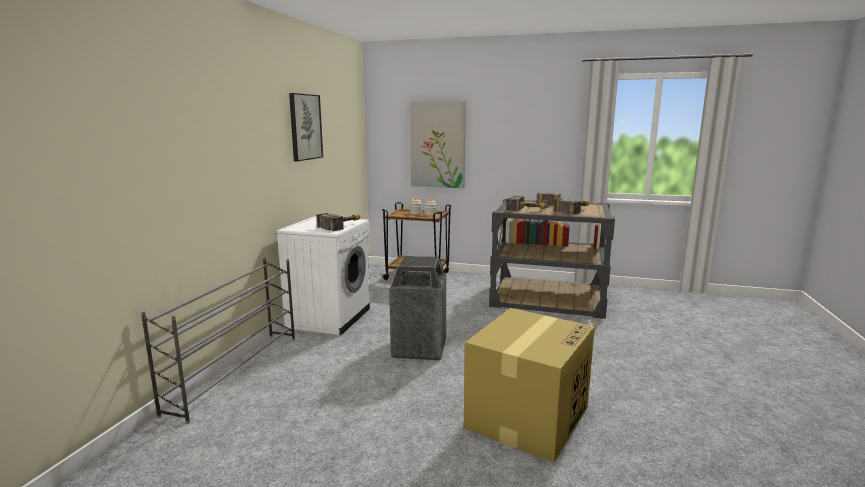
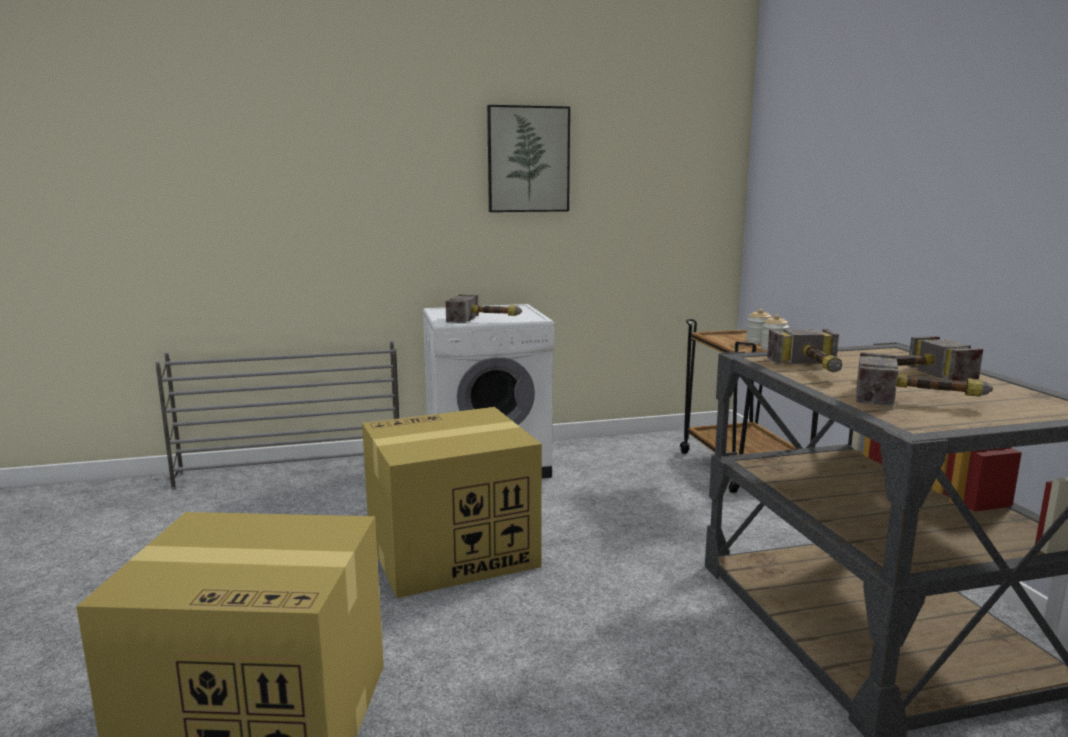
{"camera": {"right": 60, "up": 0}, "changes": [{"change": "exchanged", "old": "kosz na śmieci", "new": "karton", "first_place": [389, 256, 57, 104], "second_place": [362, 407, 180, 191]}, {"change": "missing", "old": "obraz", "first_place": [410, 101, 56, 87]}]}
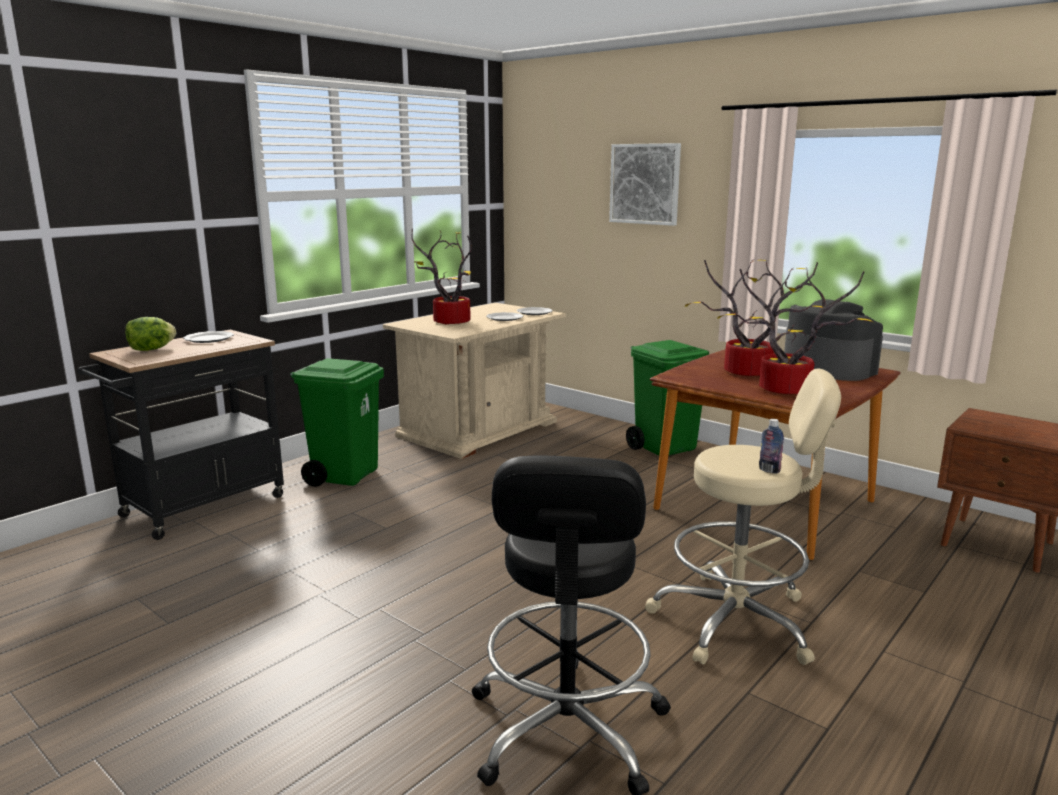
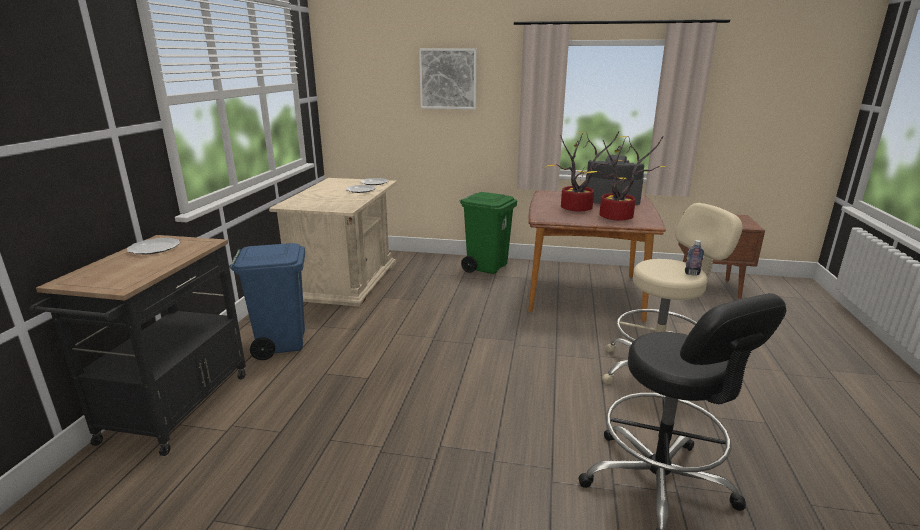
{"camera": {"right": -30, "up": 5}, "changes": [{"change": "colour", "old": "kosz na śmieci [zielony]", "new": "kosz na śmieci [niebieski]", "first_place": [290, 358, 94, 129], "second_place": [229, 243, 76, 117]}, {"change": "missing", "old": "sałata", "first_place": [125, 317, 51, 34]}, {"change": "missing", "old": "roślina doniczkowa", "first_place": [411, 229, 61, 96]}]}
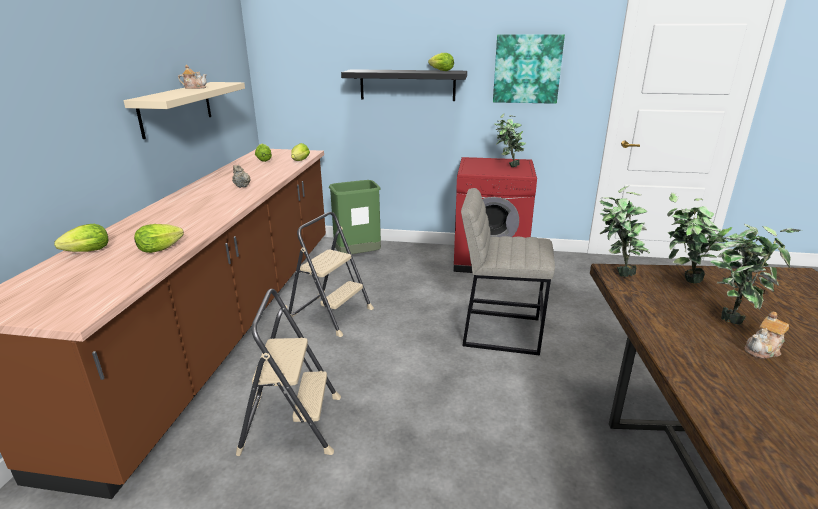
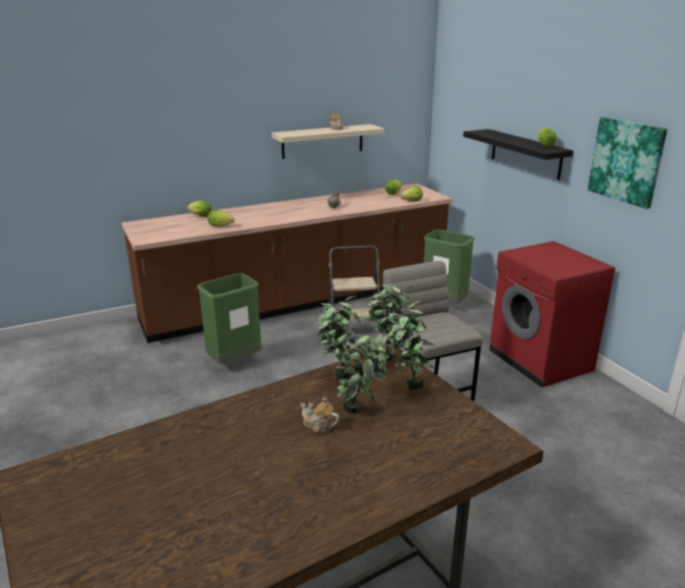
{"camera": {"right": 55, "up": 0}, "changes": [{"change": "exchanged", "old": "drabinka [beżowy]", "new": "kosz na śmieci [zielony]", "first_place": [236, 289, 105, 167], "second_place": [197, 273, 64, 91]}, {"change": "relocated", "old": "roślina doniczkowa", "first_place": [494, 113, 32, 54], "second_place": [316, 295, 45, 86]}]}
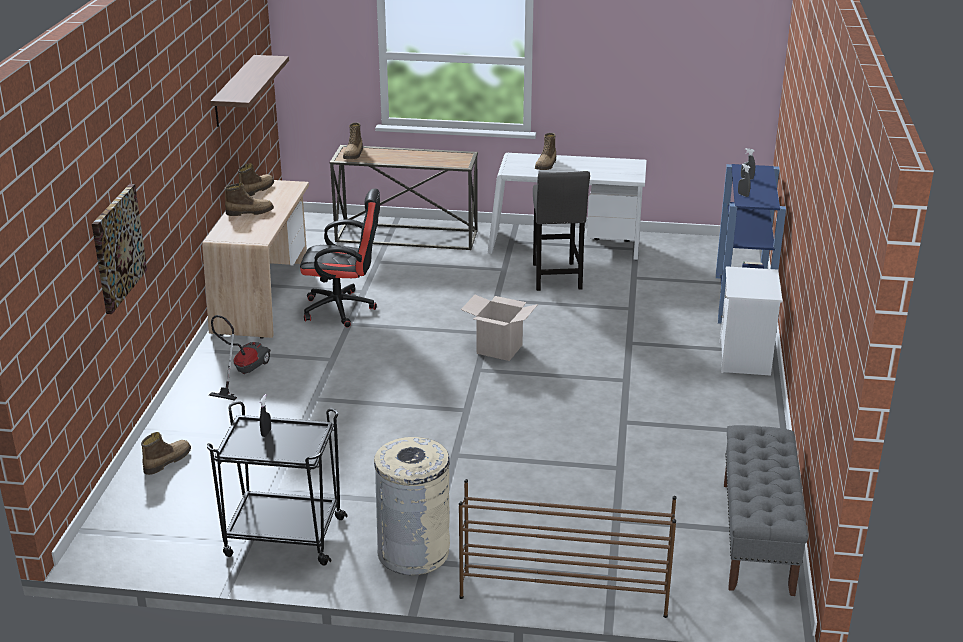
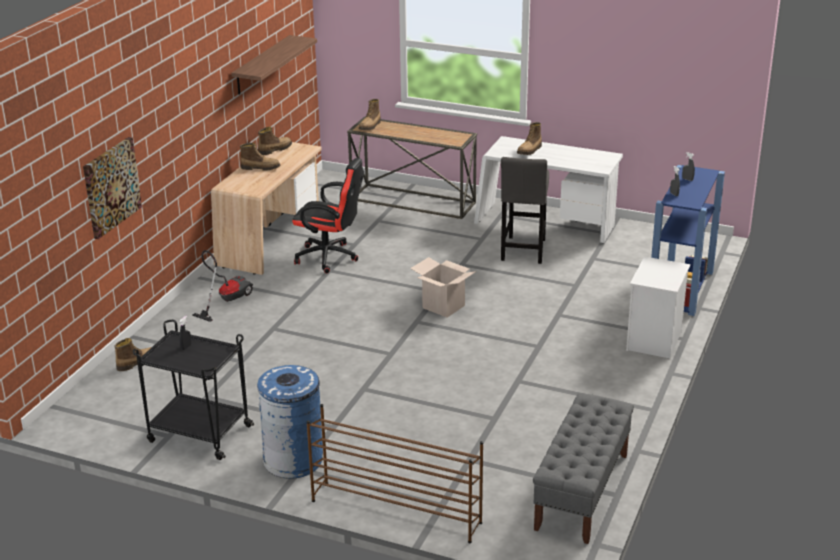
{"camera": {"right": 15, "up": 0}, "changes": [{"change": "colour", "old": "kosz na śmieci [beżowy]", "new": "kosz na śmieci [niebieski]", "first_place": [374, 437, 76, 138], "second_place": [257, 365, 66, 114]}]}
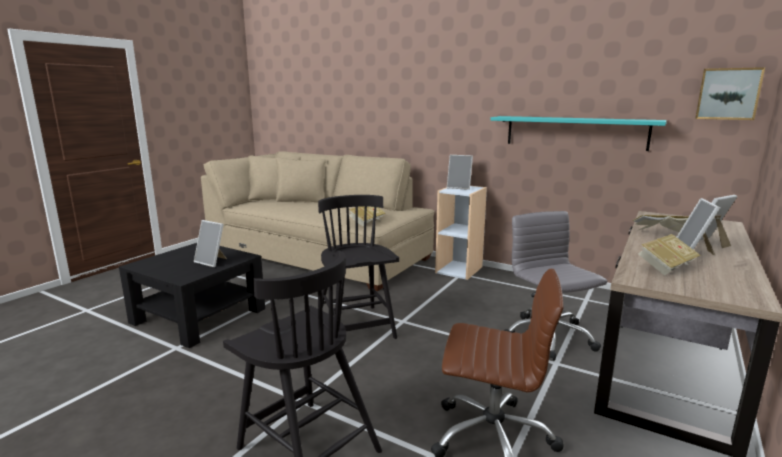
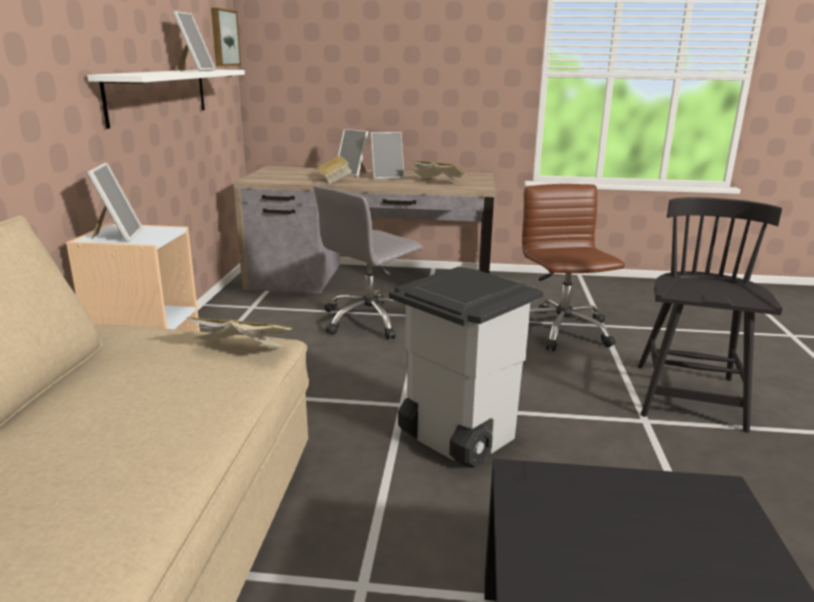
{"camera": {"right": -115, "up": 5}, "changes": [{"change": "colour", "old": "półka [turkusowy]", "new": "półka [biały]", "first_place": [490, 116, 177, 35], "second_place": [87, 69, 158, 60]}, {"change": "relocated", "old": "ramka na zdjęcie", "first_place": [194, 220, 33, 47], "second_place": [173, 11, 43, 60]}, {"change": "exchanged", "old": "krzesło [czarny]", "new": "kosz na śmieci [szary]", "first_place": [318, 195, 81, 144], "second_place": [389, 267, 154, 201]}]}
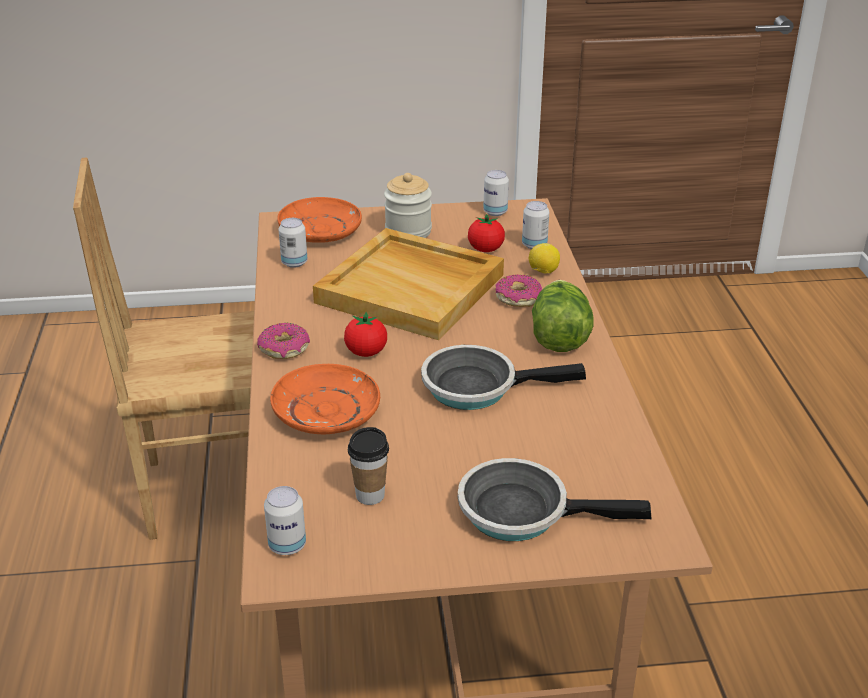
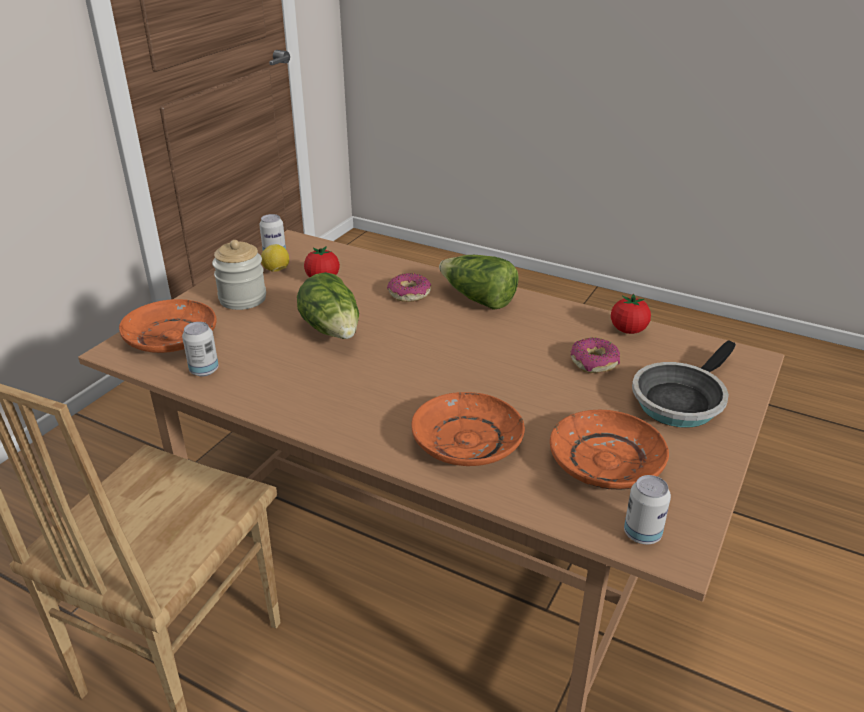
{"camera": {"right": -55, "up": 0}, "changes": [{"change": "relocated", "old": "cytryna", "first_place": [529, 243, 31, 31], "second_place": [261, 244, 28, 28]}, {"change": "exchanged", "old": "taca [beżowy]", "new": "sałata", "first_place": [313, 228, 191, 112], "second_place": [297, 272, 62, 67]}, {"change": "exchanged", "old": "filiżanka", "new": "talerz [pomarańczowy]", "first_place": [348, 427, 41, 78], "second_place": [550, 410, 119, 80]}, {"change": "relocated", "old": "donut", "first_place": [257, 323, 53, 36], "second_place": [571, 338, 49, 35]}, {"change": "relocated", "old": "pomidor", "first_place": [344, 312, 43, 45], "second_place": [611, 294, 40, 40]}, {"change": "missing", "old": "patelnia", "first_place": [421, 345, 165, 65]}, {"change": "missing", "old": "puszka", "first_place": [522, 201, 27, 48]}]}
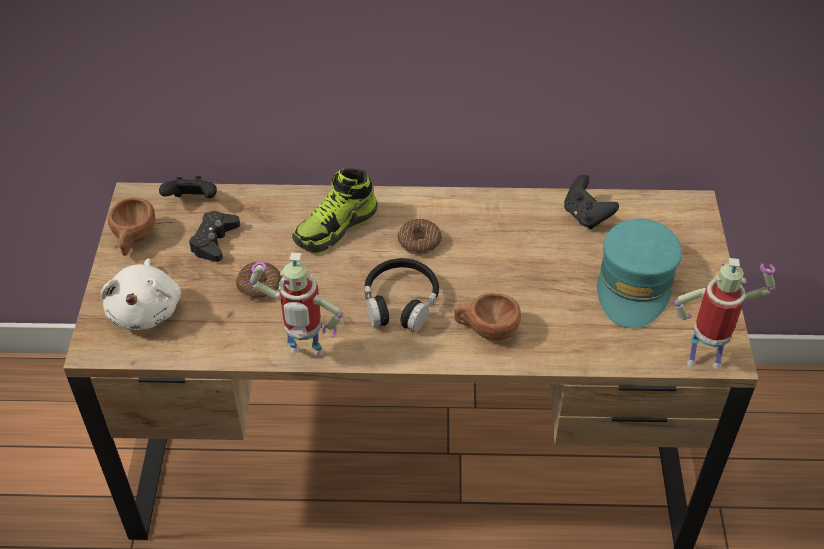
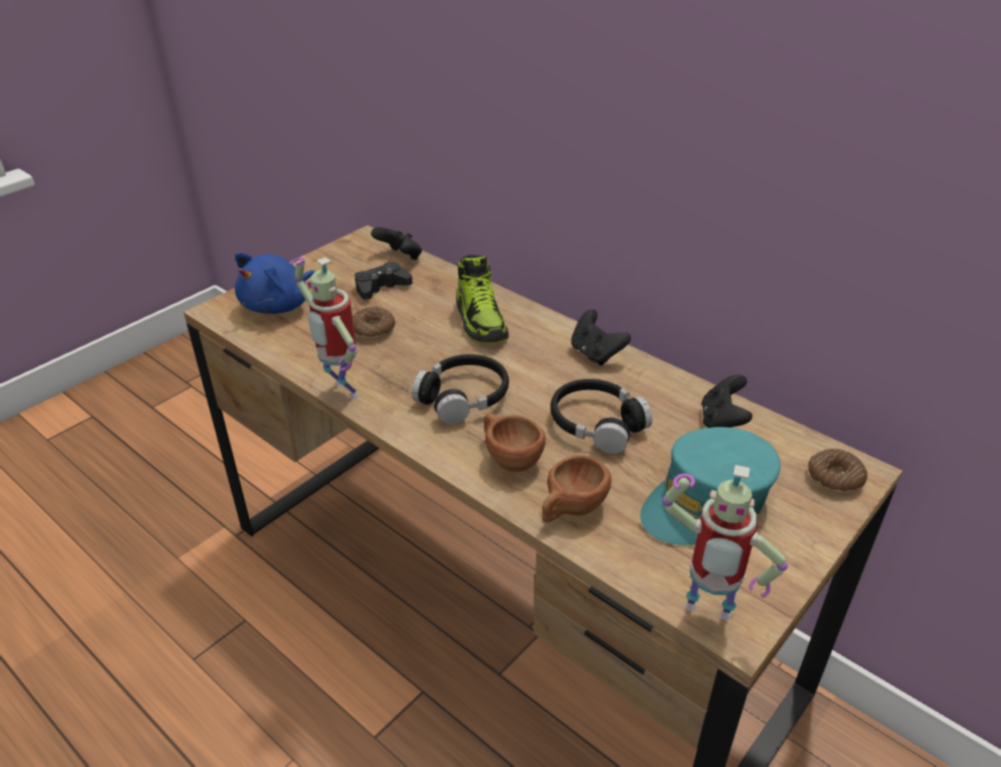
{"camera": {"right": 40, "up": -10}, "changes": [{"change": "colour", "old": "pluszak [biały]", "new": "pluszak [niebieski]", "first_place": [101, 258, 80, 72], "second_place": [235, 252, 81, 62]}, {"change": "spun", "old": "but", "first_place": [292, 168, 86, 86], "second_place": [456, 255, 53, 88], "degrees": -105}, {"change": "relocated", "old": "filiżanka [brązowy]", "first_place": [108, 198, 47, 58], "second_place": [542, 455, 70, 68]}, {"change": "appeared", "new": "słuchawki [czarny]", "second_place": [550, 379, 102, 75]}, {"change": "appeared", "new": "pad do gier [czarny]", "second_place": [571, 309, 60, 57]}, {"change": "spun", "old": "robot zabawkowy", "first_place": [674, 258, 102, 111], "second_place": [662, 465, 126, 155], "degrees": 150}, {"change": "relocated", "old": "donut", "first_place": [398, 219, 44, 36], "second_place": [808, 449, 59, 45]}]}
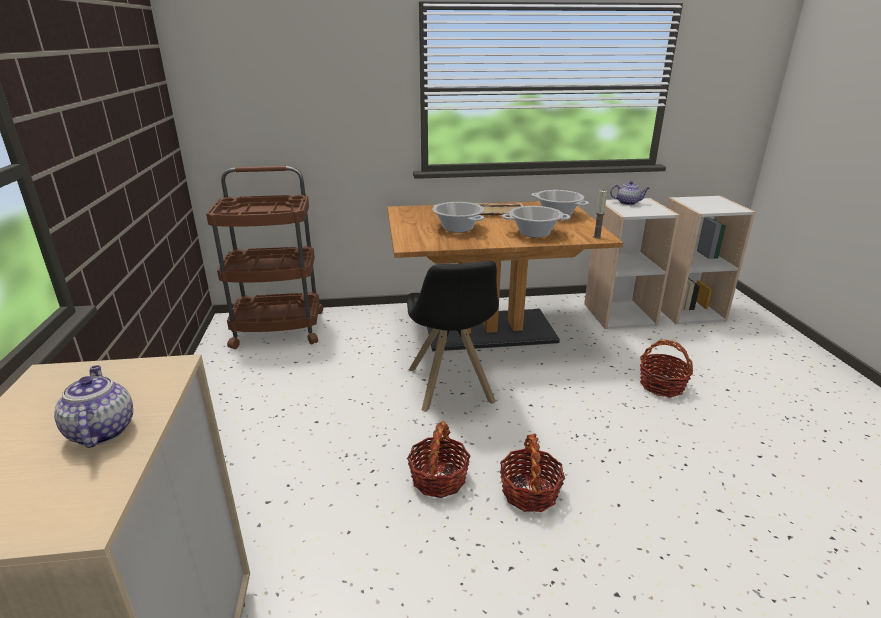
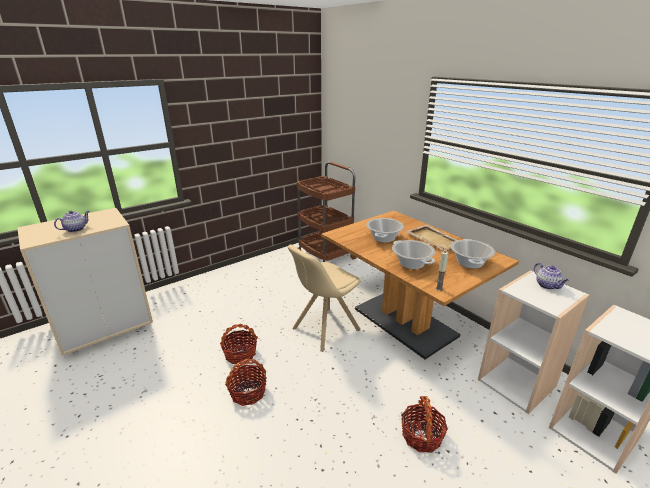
{"camera": {"right": 60, "up": 0}, "changes": [{"change": "colour", "old": "krzesło [czarny]", "new": "krzesło [beżowy]", "first_place": [407, 260, 92, 152], "second_place": [288, 244, 73, 108]}]}
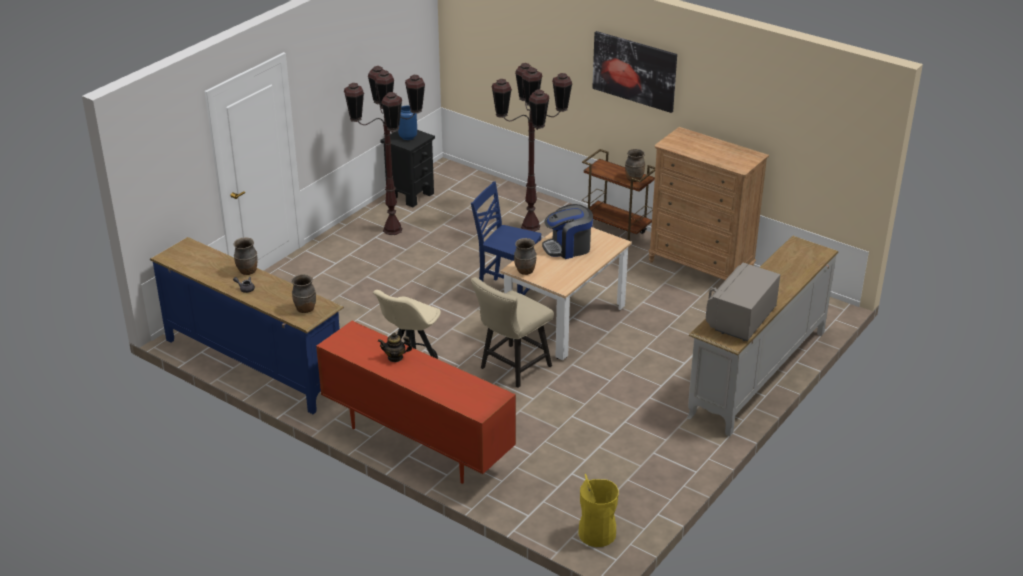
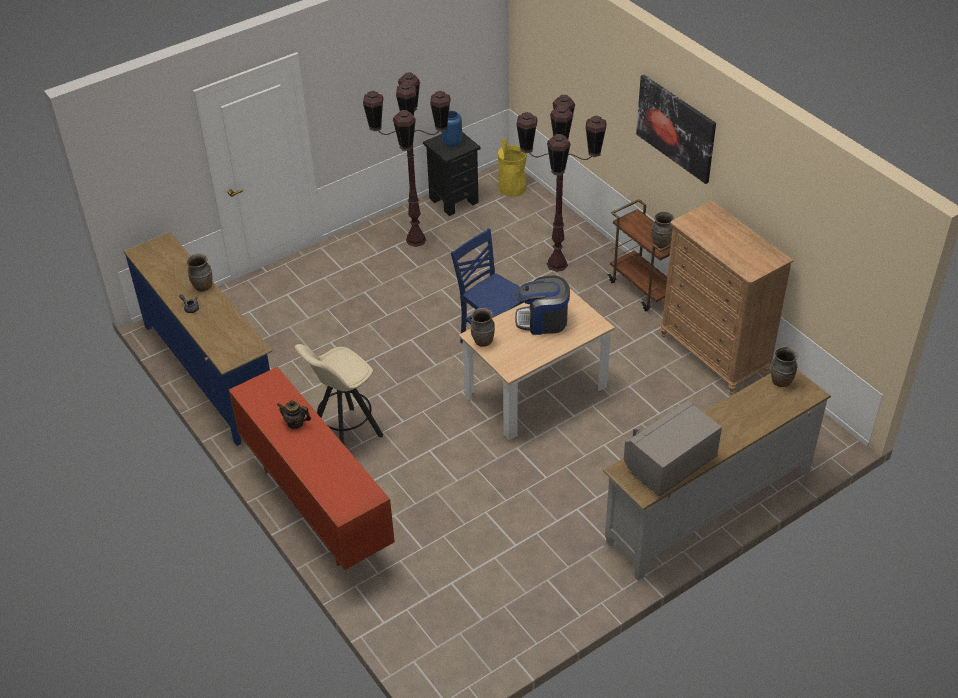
{"camera": {"right": 20, "up": 10}, "changes": [{"change": "relocated", "old": "kosz na śmieci [żółty]", "first_place": [578, 474, 41, 73], "second_place": [498, 138, 29, 59]}, {"change": "relocated", "old": "wazon [brązowy]", "first_place": [291, 274, 25, 39], "second_place": [770, 346, 28, 41]}, {"change": "missing", "old": "krzesło [beżowy]", "first_place": [471, 277, 83, 111]}]}
